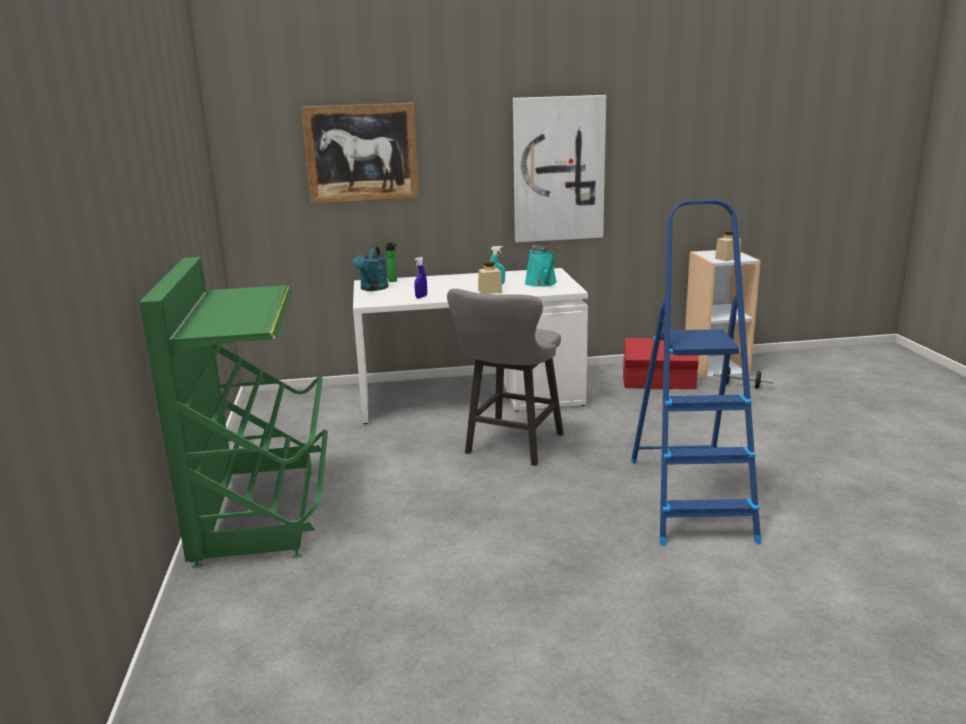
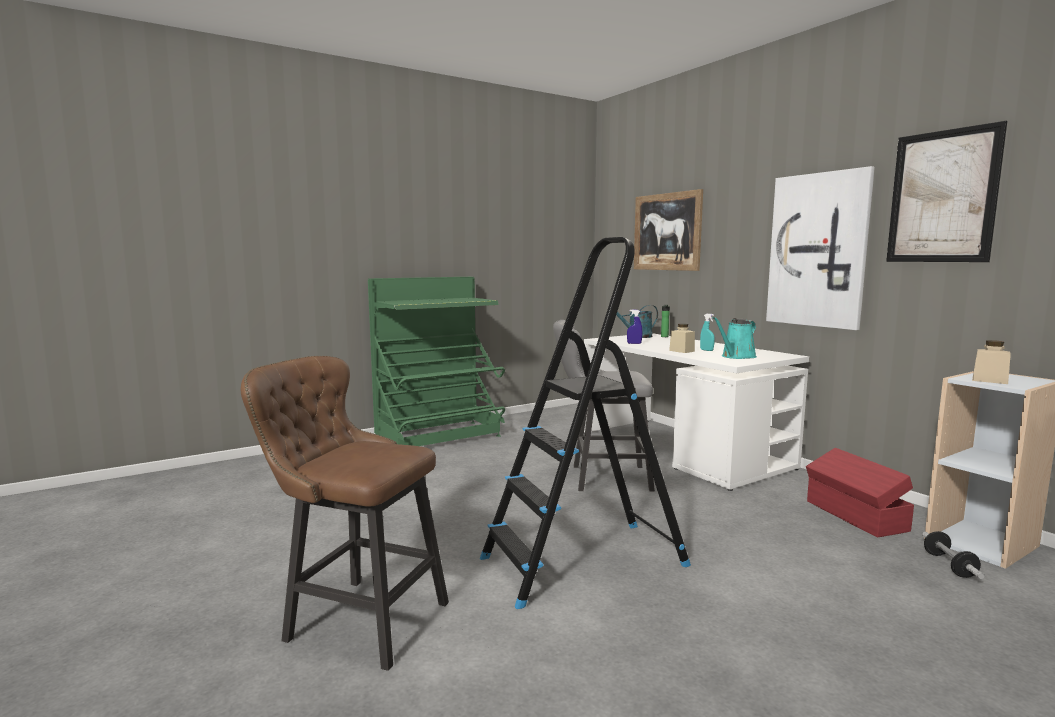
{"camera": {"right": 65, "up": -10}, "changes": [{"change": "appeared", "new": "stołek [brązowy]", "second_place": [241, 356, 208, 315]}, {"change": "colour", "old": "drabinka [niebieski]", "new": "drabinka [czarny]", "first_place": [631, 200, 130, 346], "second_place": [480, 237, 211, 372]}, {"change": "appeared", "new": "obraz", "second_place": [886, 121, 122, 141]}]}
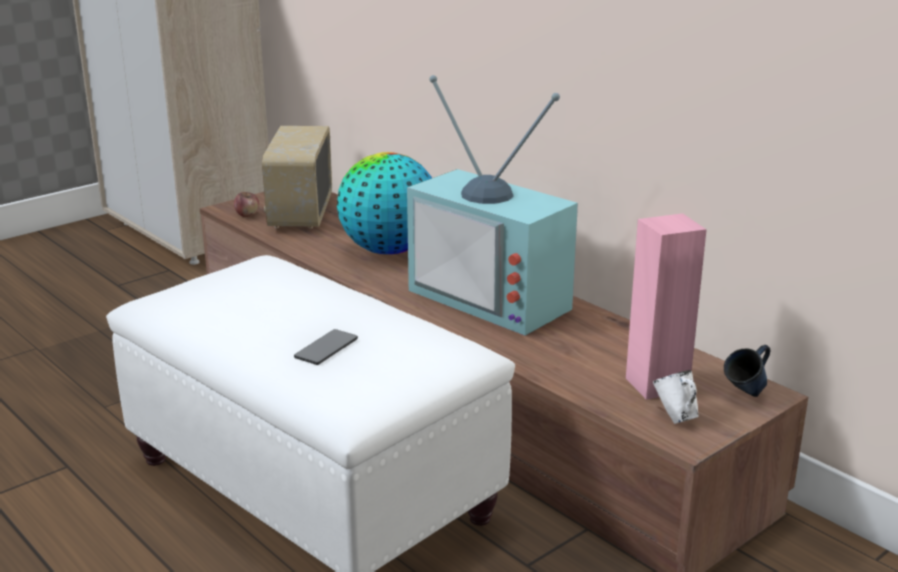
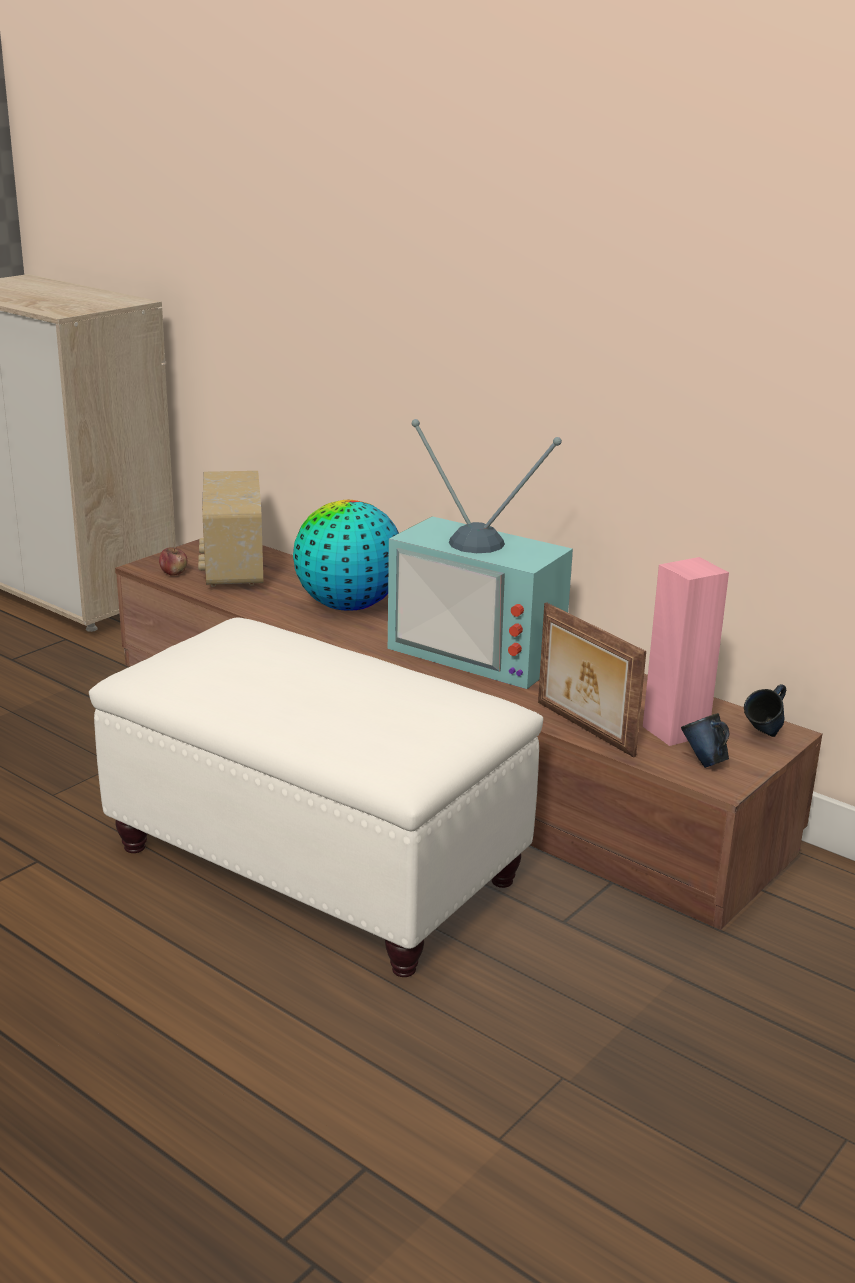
{"camera": {"right": -10, "up": 0}, "changes": [{"change": "appeared", "new": "ramka na zdjęcie", "second_place": [538, 602, 108, 155]}, {"change": "colour", "old": "kubek [biały]", "new": "kubek [niebieski]", "first_place": [653, 370, 45, 54], "second_place": [681, 713, 48, 55]}, {"change": "missing", "old": "telefon", "first_place": [294, 329, 64, 36]}]}
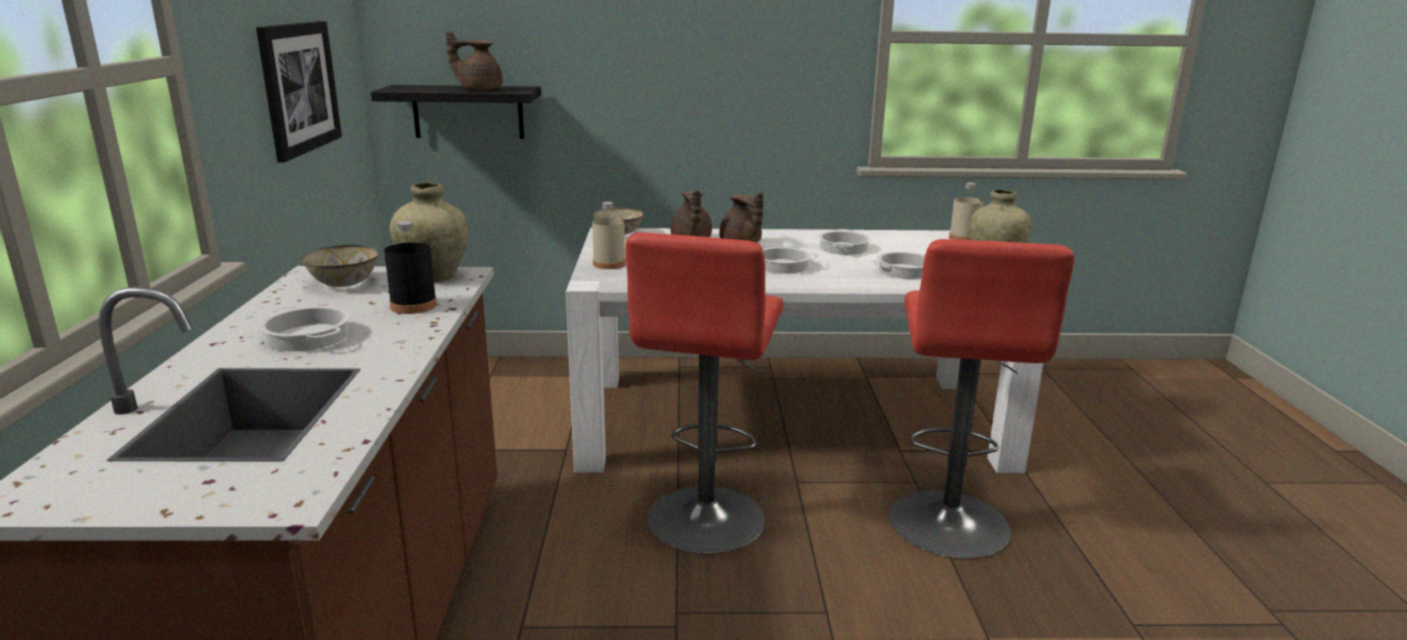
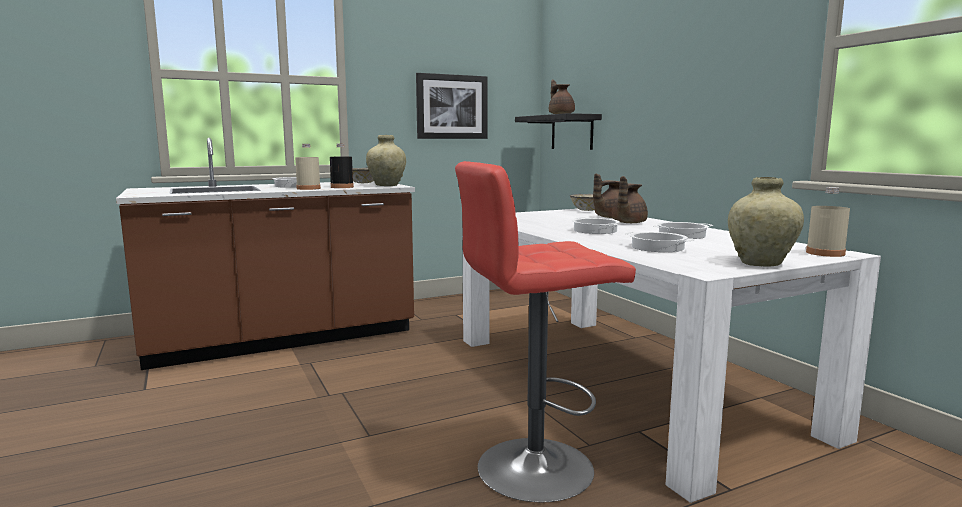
{"camera": {"right": 65, "up": -10}, "changes": [{"change": "relocated", "old": "butelka [beżowy]", "first_place": [592, 202, 34, 67], "second_place": [295, 144, 26, 46]}, {"change": "missing", "old": "stołek [czerwony]", "first_place": [625, 232, 158, 322]}]}
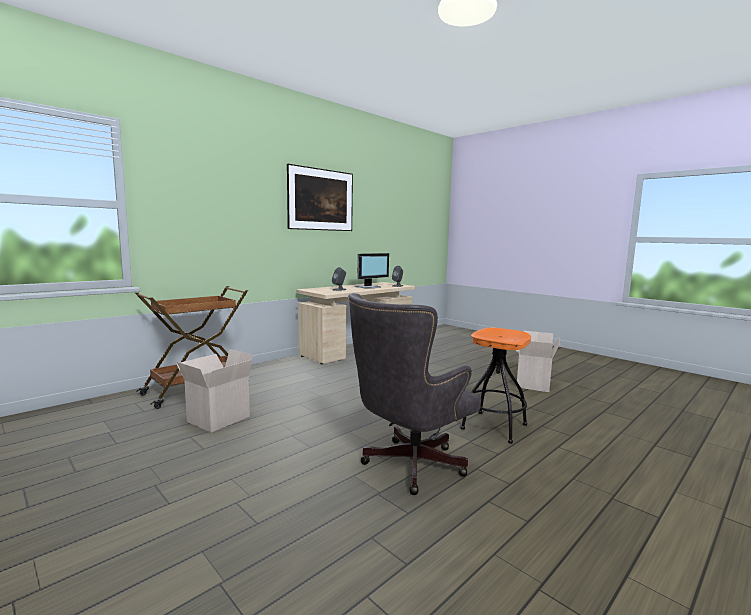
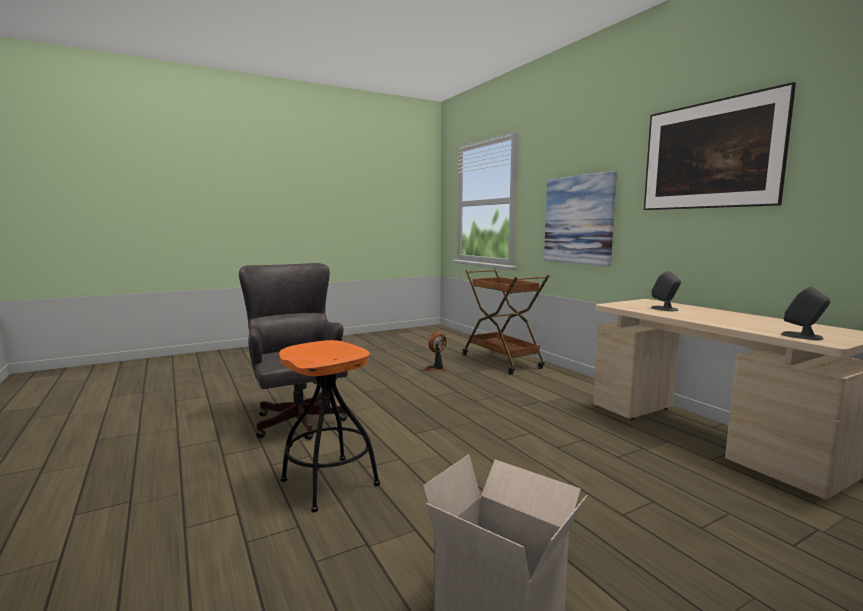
{"camera": {"right": 105, "up": 0}, "changes": [{"change": "exchanged", "old": "karton", "new": "wentylator", "first_place": [176, 349, 77, 84], "second_place": [424, 332, 23, 39]}, {"change": "appeared", "new": "obraz", "second_place": [544, 171, 73, 95]}, {"change": "missing", "old": "monitor", "first_place": [355, 253, 34, 36]}]}
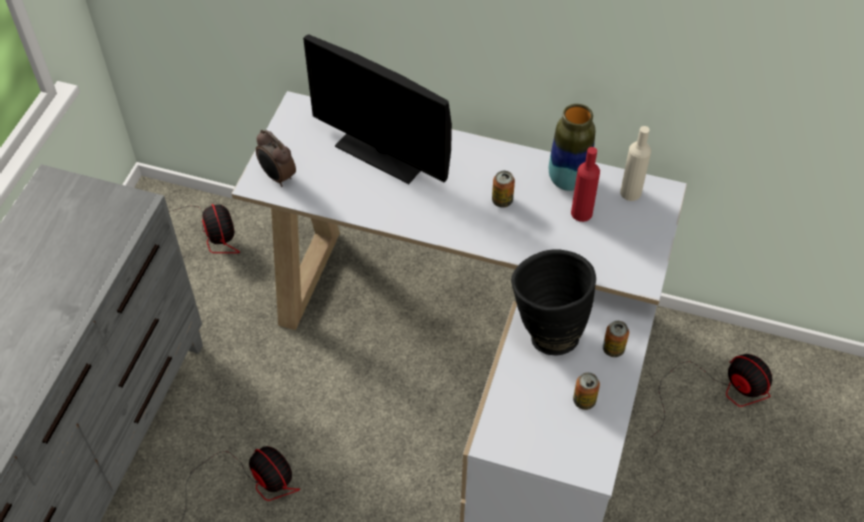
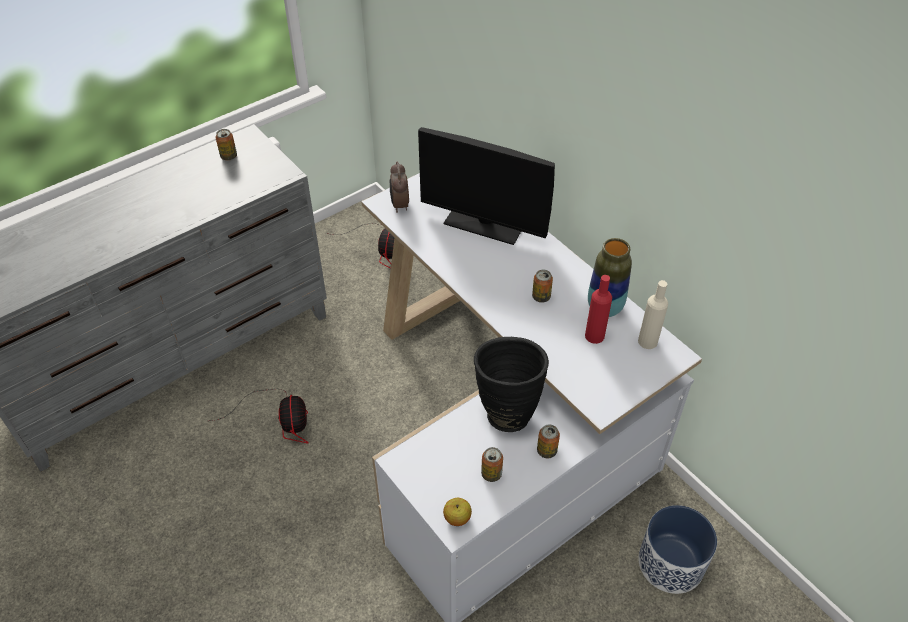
{"camera": {"right": 35, "up": -5}, "changes": [{"change": "appeared", "new": "puszka", "second_place": [216, 129, 21, 32]}, {"change": "spun", "old": "monitor", "first_place": [303, 34, 149, 150], "second_place": [418, 127, 137, 118], "degrees": -45}, {"change": "appeared", "new": "jabłko", "second_place": [443, 498, 29, 28]}, {"change": "exchanged", "old": "wentylator", "new": "donica", "first_place": [653, 354, 119, 82], "second_place": [638, 505, 79, 89]}]}
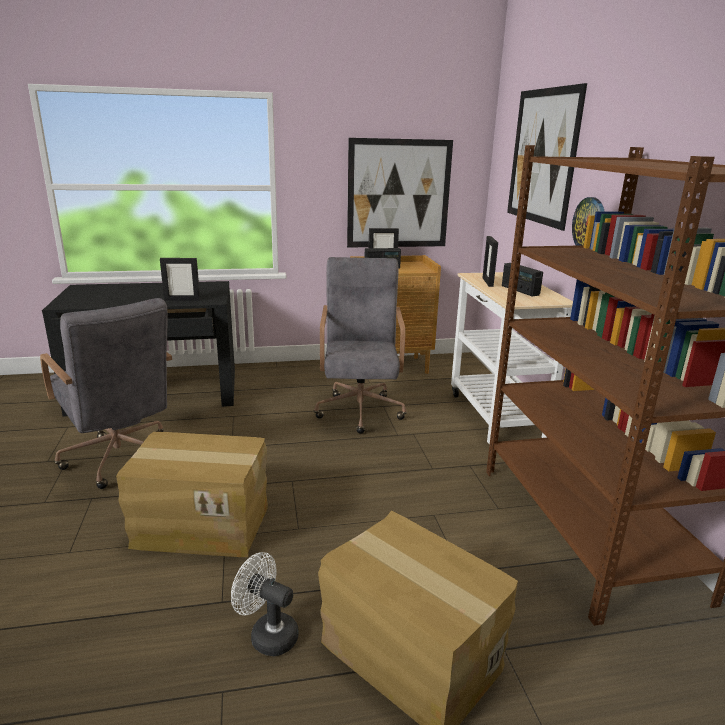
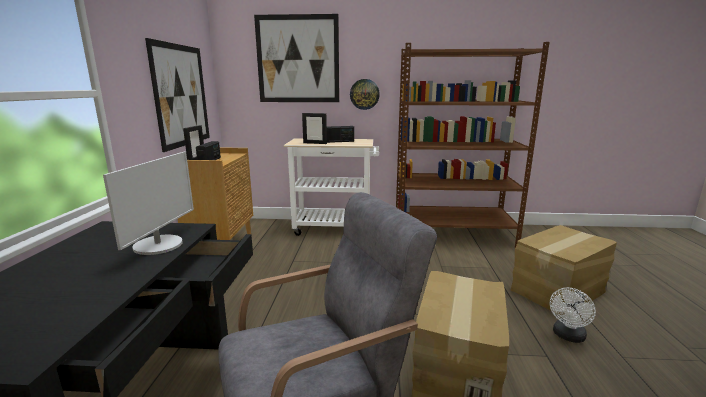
{"camera": {"right": -75, "up": -5}, "changes": [{"change": "exchanged", "old": "ramka na zdjęcie", "new": "monitor", "first_place": [160, 258, 40, 43], "second_place": [103, 152, 91, 103]}, {"change": "missing", "old": "krzesło biurowe [szary]", "first_place": [314, 257, 93, 177]}]}
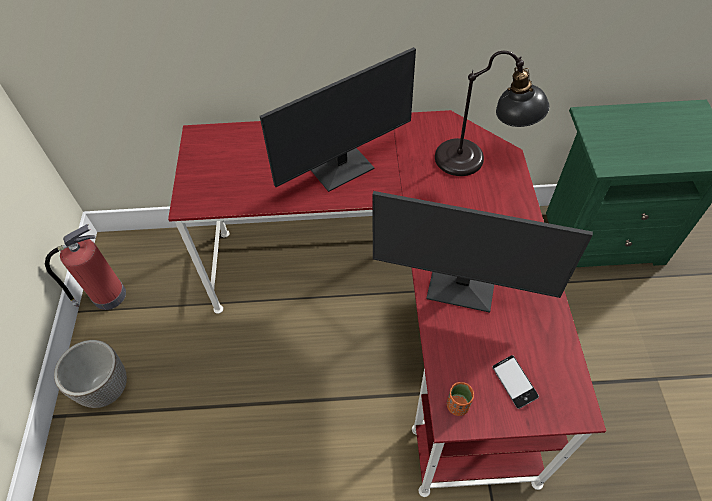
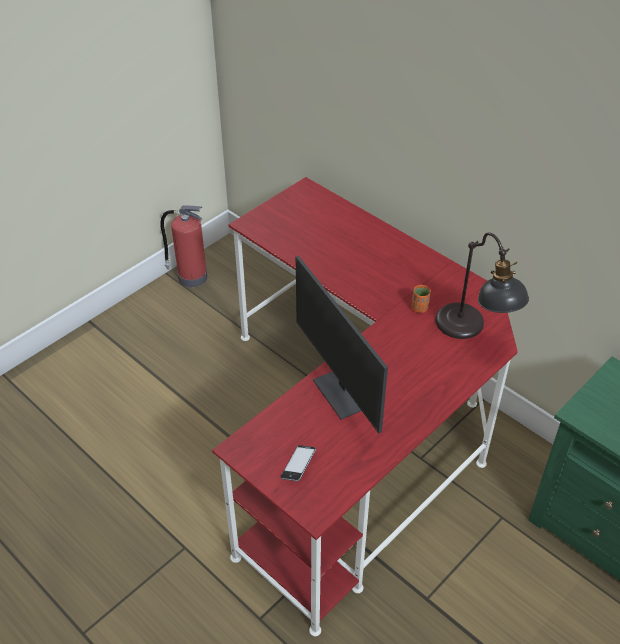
{"camera": {"right": 45, "up": -10}, "changes": [{"change": "relocated", "old": "filiżanka [pomarańczowy]", "first_place": [447, 382, 27, 34], "second_place": [411, 285, 20, 28]}, {"change": "missing", "old": "donica", "first_place": [54, 340, 73, 68]}, {"change": "missing", "old": "monitor", "first_place": [260, 47, 156, 145]}]}
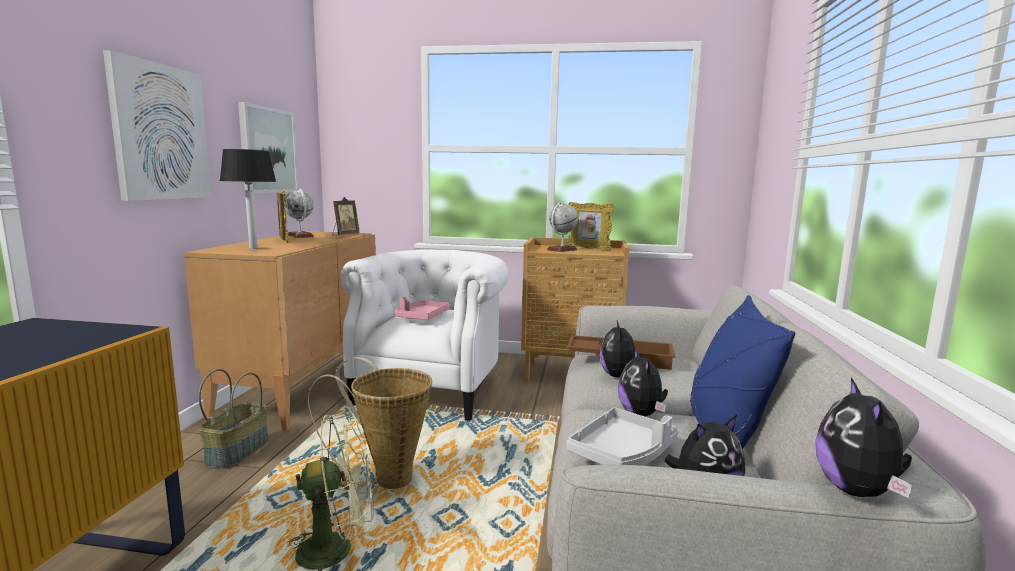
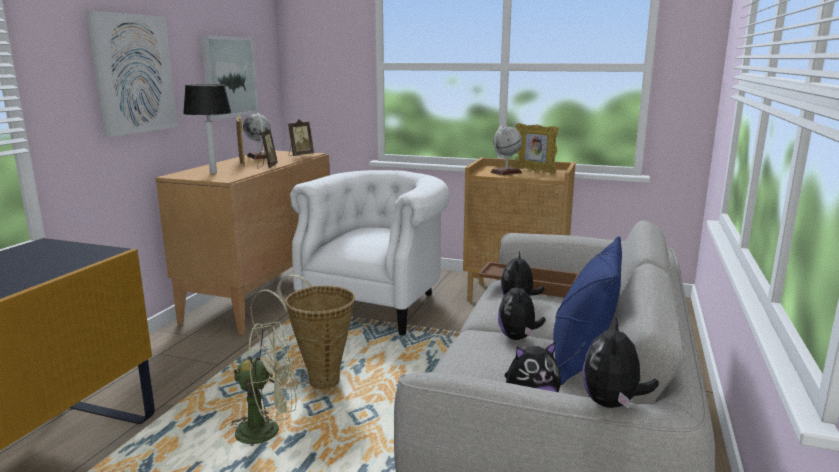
{"camera": {"right": 10, "up": 5}, "changes": [{"change": "appeared", "new": "ramka na zdjęcie", "second_place": [257, 127, 21, 42]}, {"change": "missing", "old": "koszyk", "first_place": [199, 369, 70, 100]}, {"change": "missing", "old": "taca [różowy]", "first_place": [394, 297, 56, 23]}, {"change": "missing", "old": "taca [szary]", "first_place": [566, 407, 112, 59]}]}
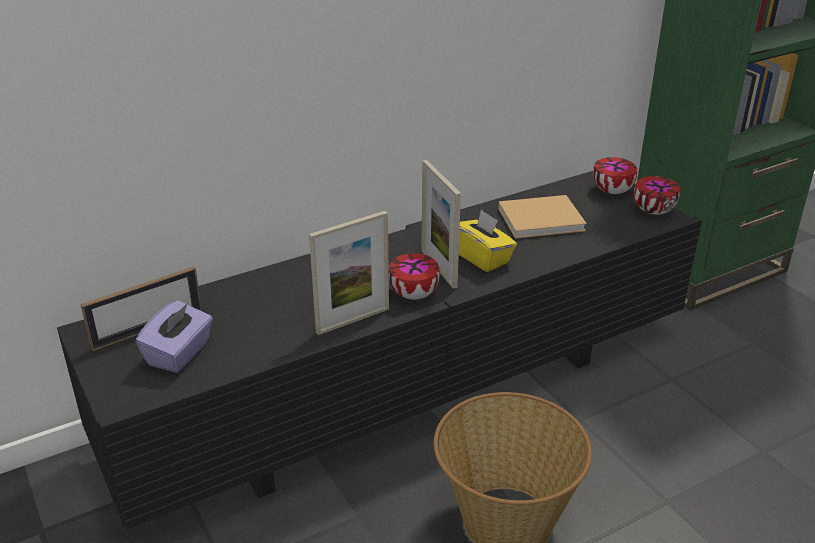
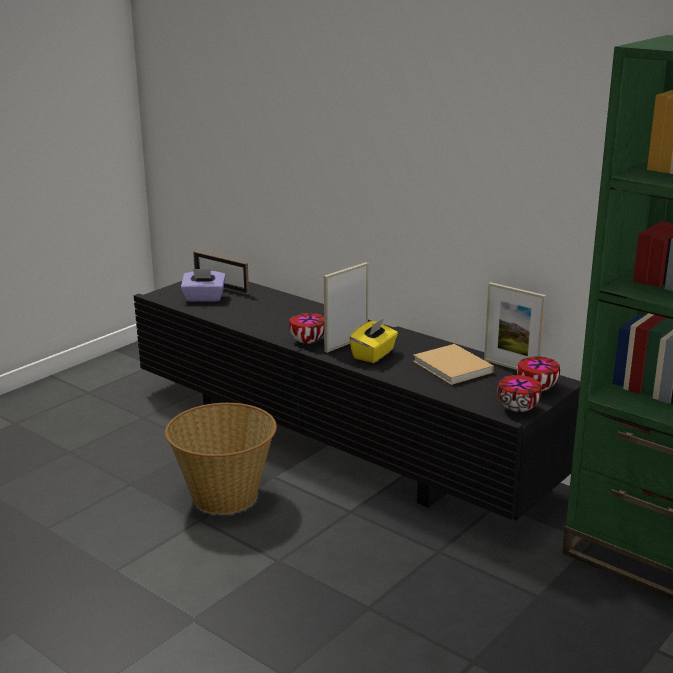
{"camera": {"right": 70, "up": -10}, "changes": [{"change": "relocated", "old": "ramka na zdjęcie", "first_place": [309, 211, 80, 124], "second_place": [484, 282, 62, 88]}]}
